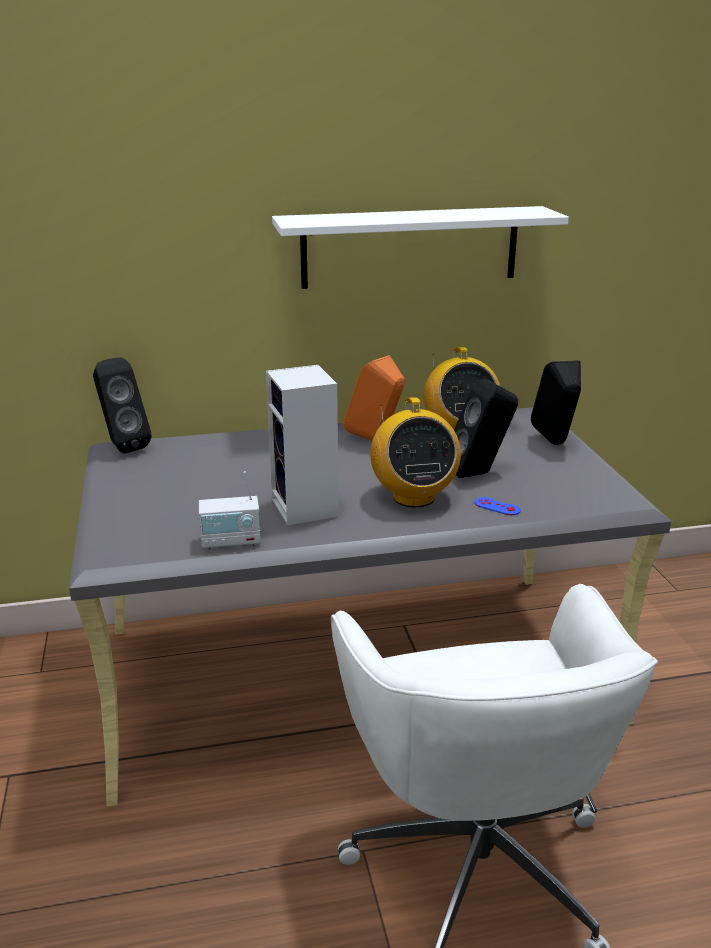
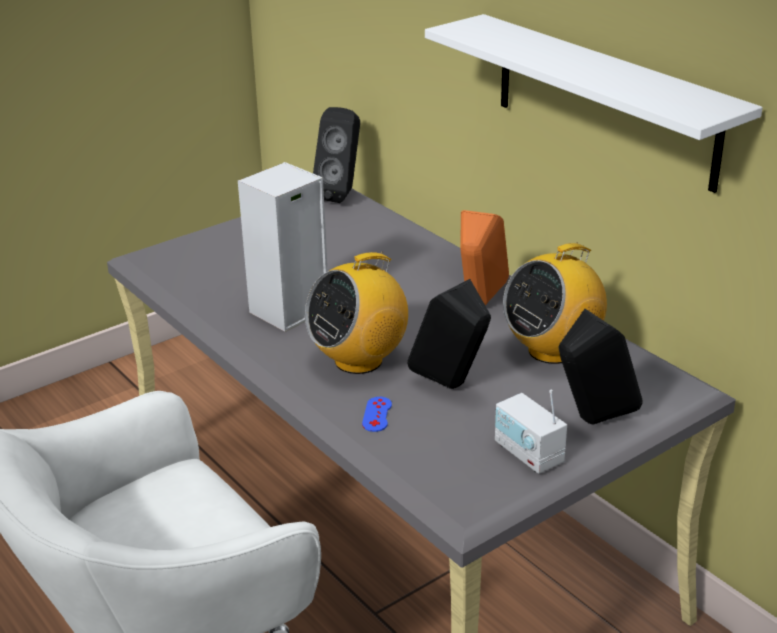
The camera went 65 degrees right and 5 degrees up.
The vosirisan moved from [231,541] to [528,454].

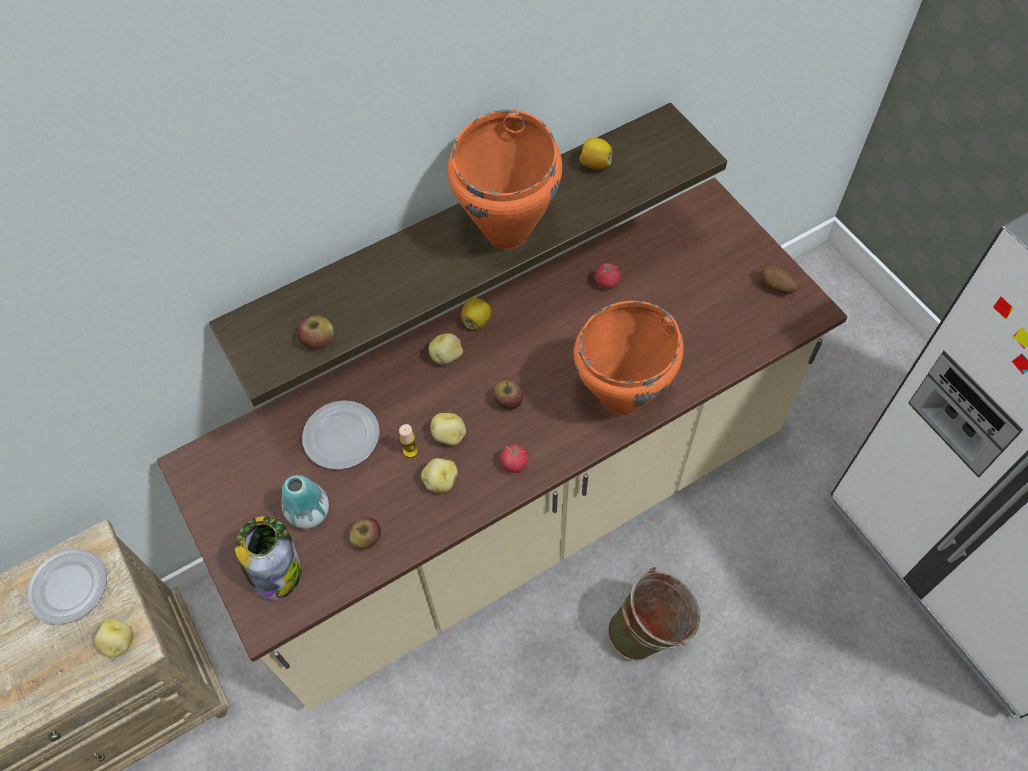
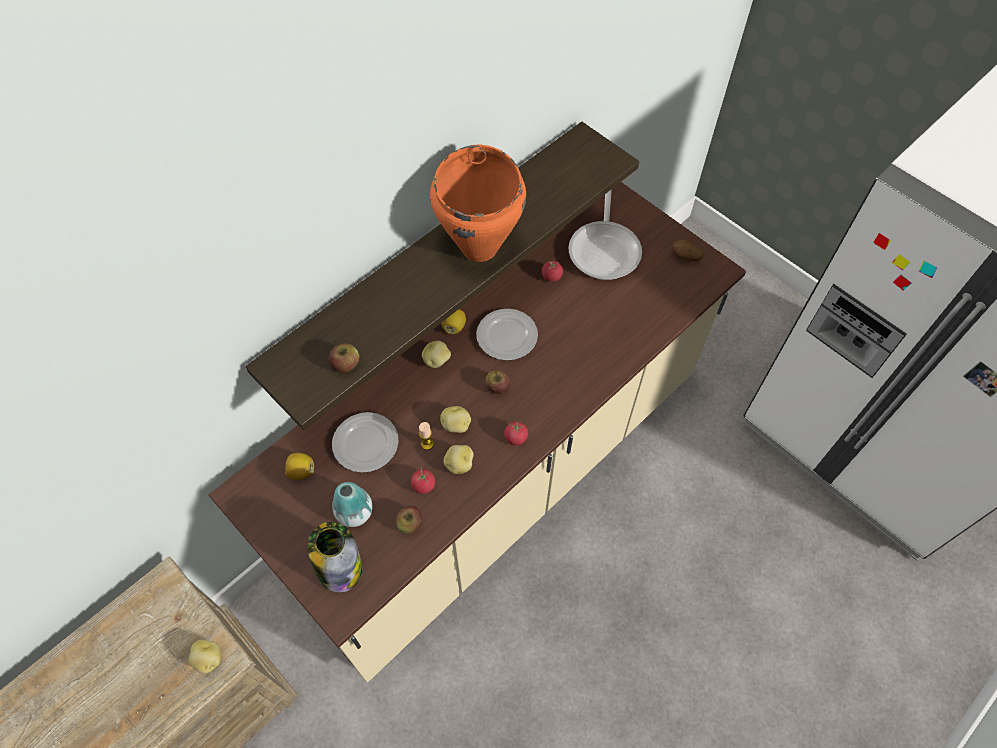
The camera went 15 degrees left and 0 degrees up.
The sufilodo moved from [595,164] to [301,471].
The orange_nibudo at [622,398] disappeared.
The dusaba moved from [69,588] to [507,337].
The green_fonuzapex at [650,633] disappeared.
The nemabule at [605,249] appeared.
The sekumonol at [423,485] appeared.

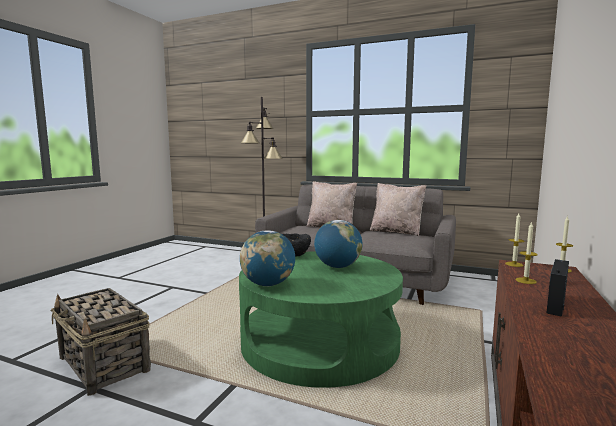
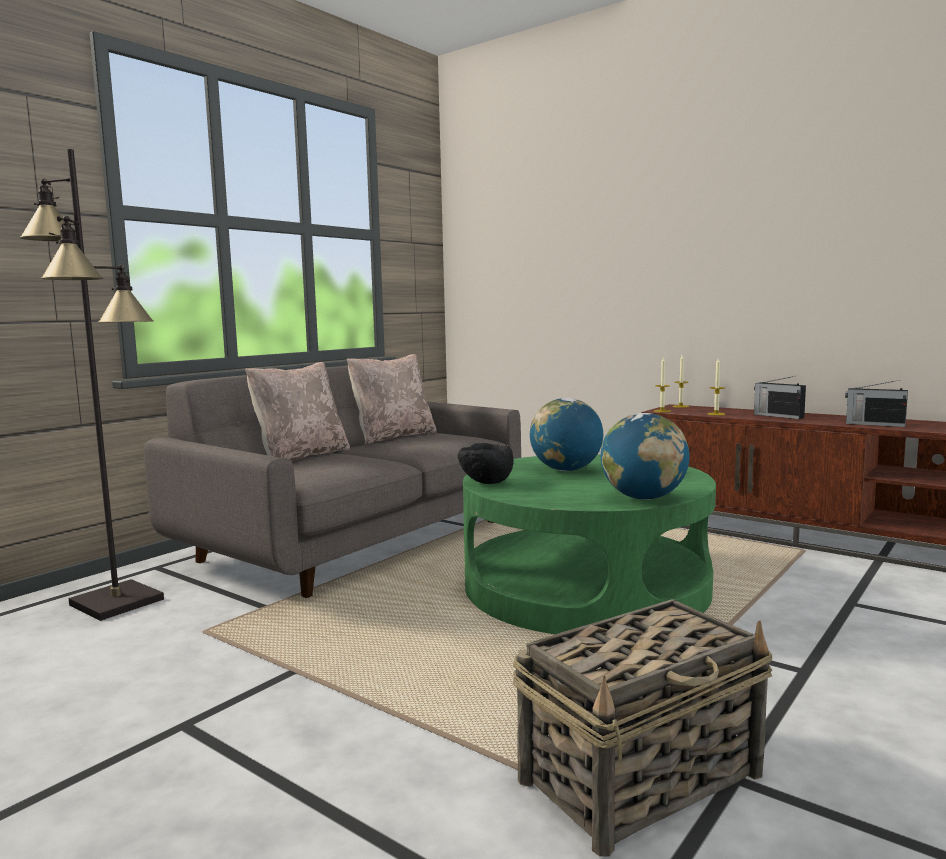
The camera went 75 degrees left and 0 degrees up.
The vosirisan at [874,424] appeared.

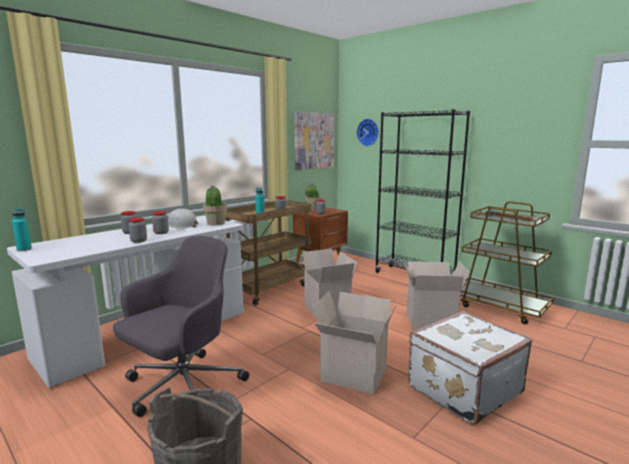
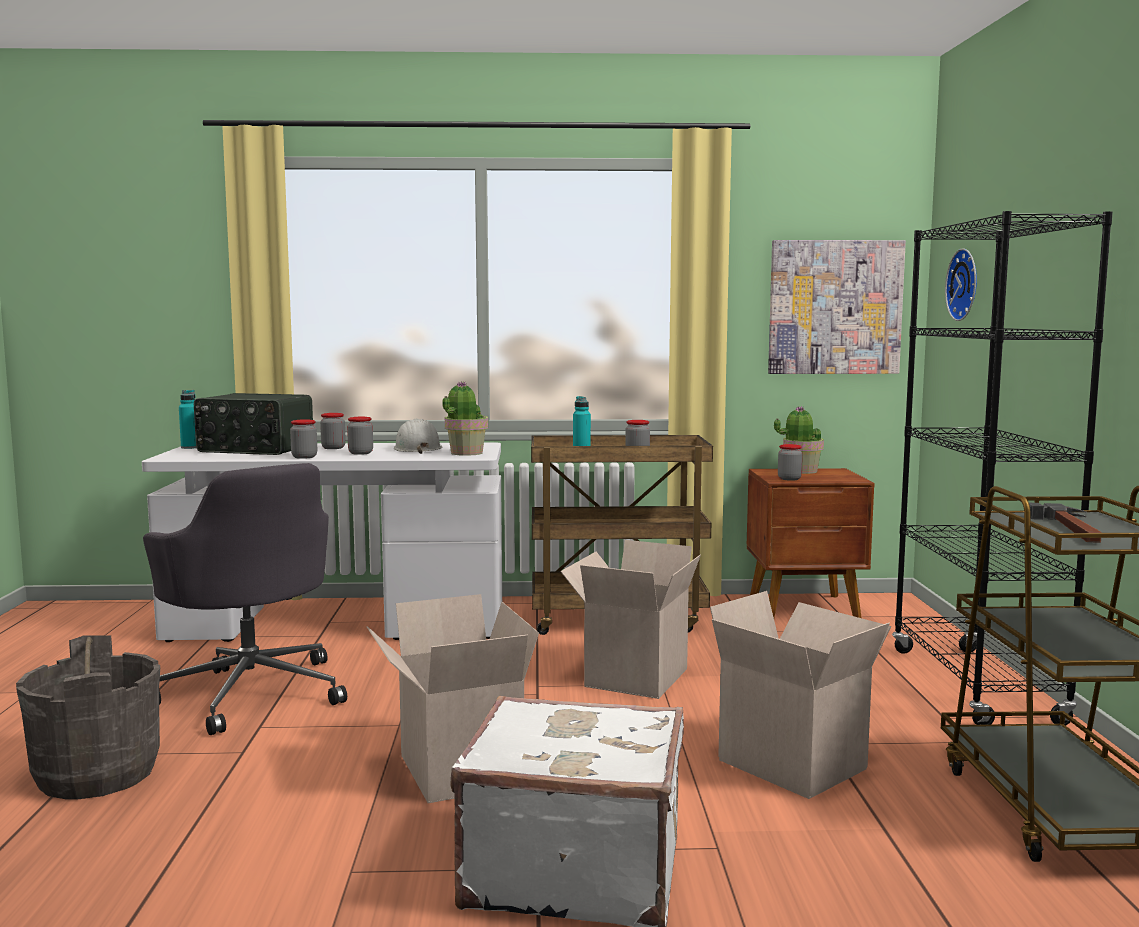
The camera went 45 degrees right and 5 degrees down.
The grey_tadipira at [182,388] turned 60 degrees clockwise.
The vosirisan at [255,449] appeared.

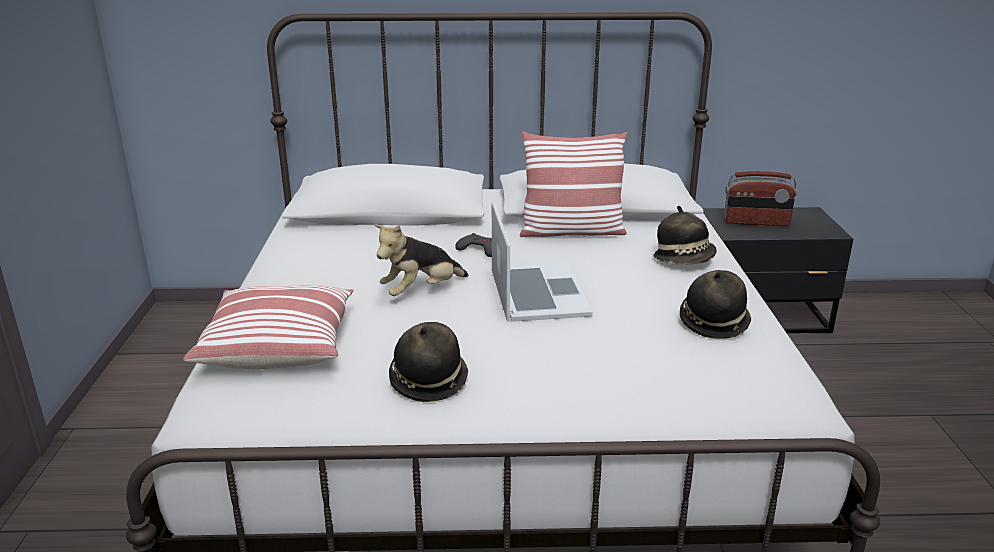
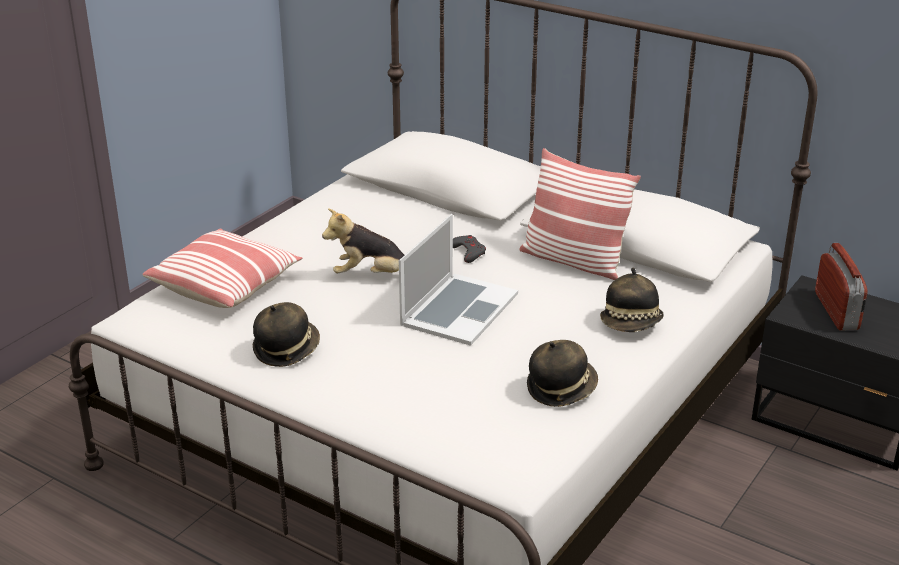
The camera went 35 degrees right and 5 degrees up.
The vosirisan at [756,222] turned 135 degrees counterclockwise.

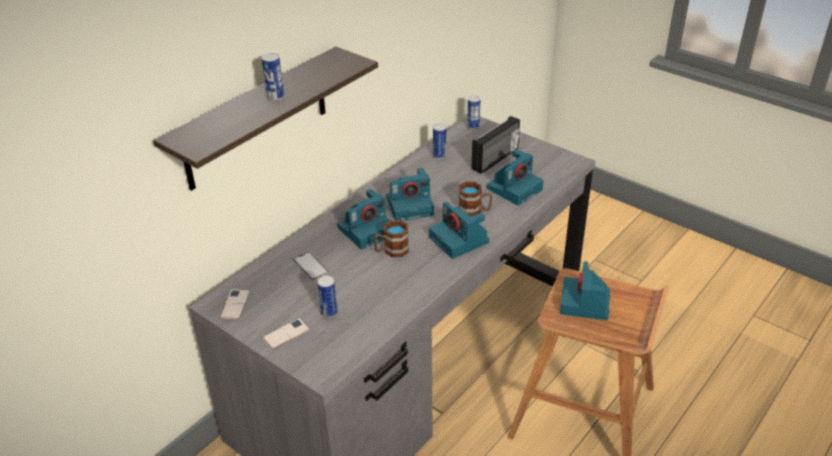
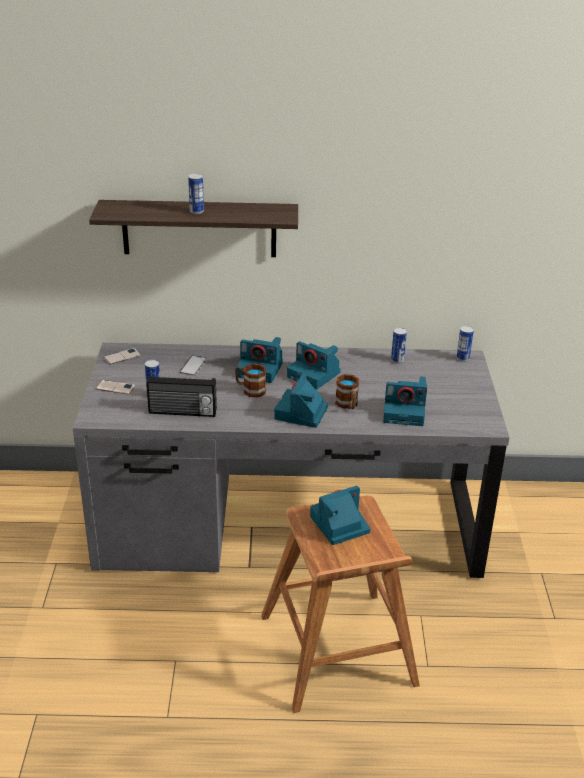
The camera went 50 degrees right and 5 degrees down.
The vosirisan moved from [496,159] to [182,412].

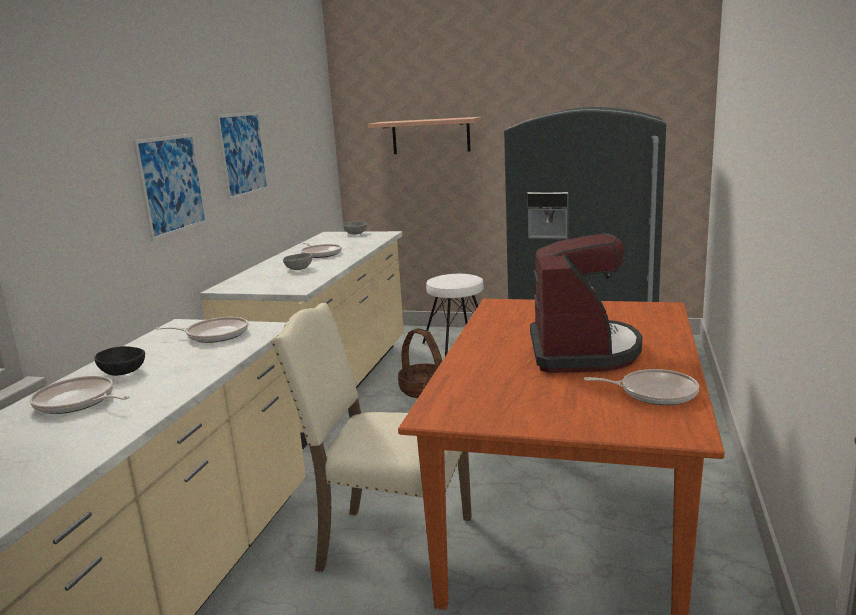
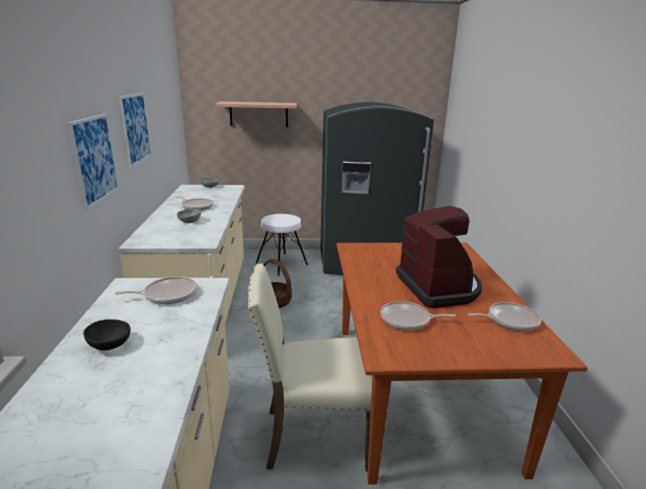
The camera went 20 degrees left and 5 degrees up.
The nemabule moved from [77,402] to [408,320].

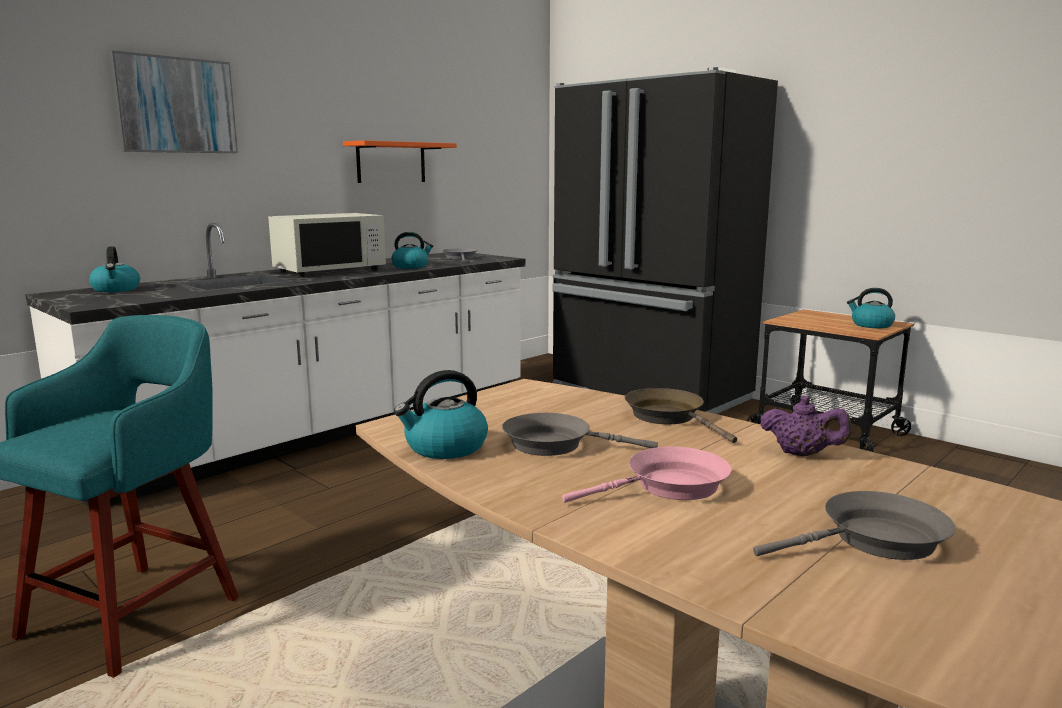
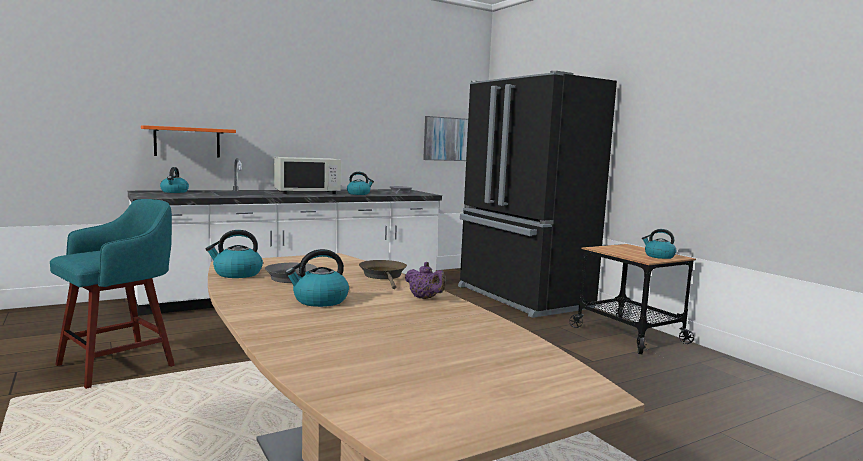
The camera went 15 degrees right and 5 degrees down.
The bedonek moved from [176,105] to [447,139].
The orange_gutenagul moved from [391,162] to [187,142].
The pink_nemabule at [669,487] was replaced by the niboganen at [319,301].
The grey_nemabule at [875,541] disappeared.

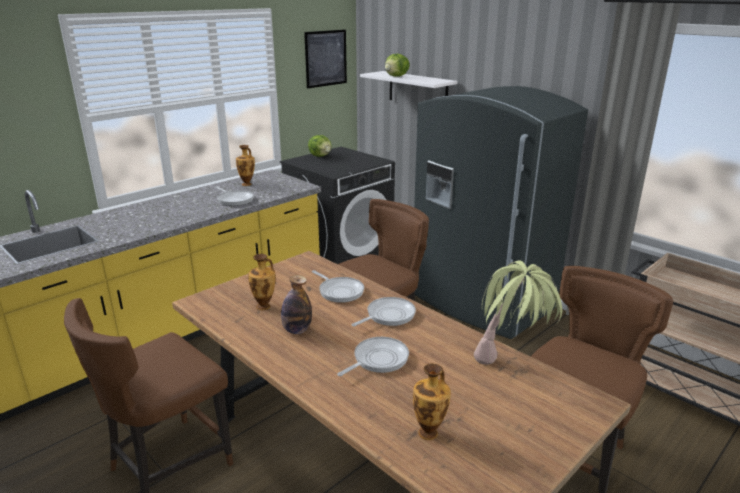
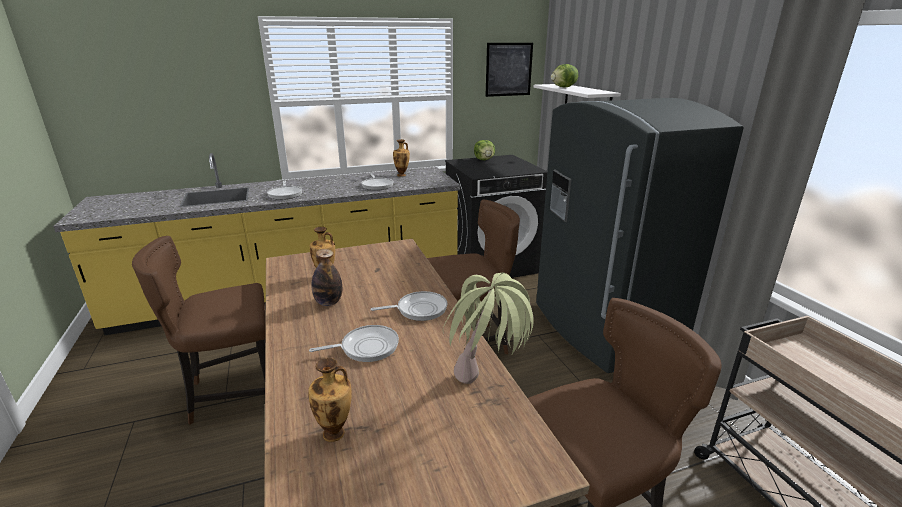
The camera went 25 degrees right and 0 degrees up.
The nemabule moved from [339,291] to [285,194].

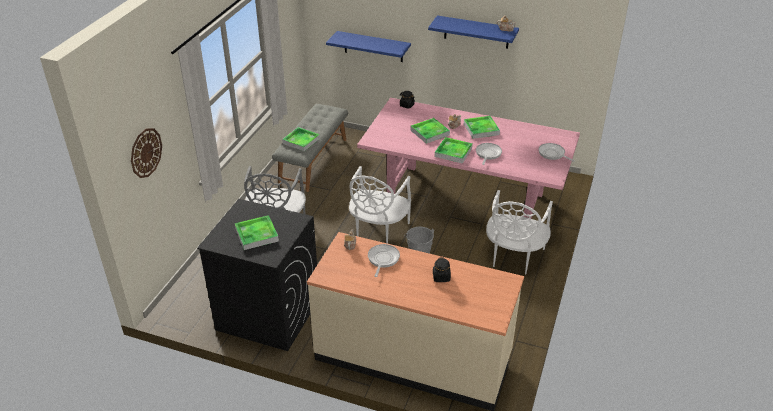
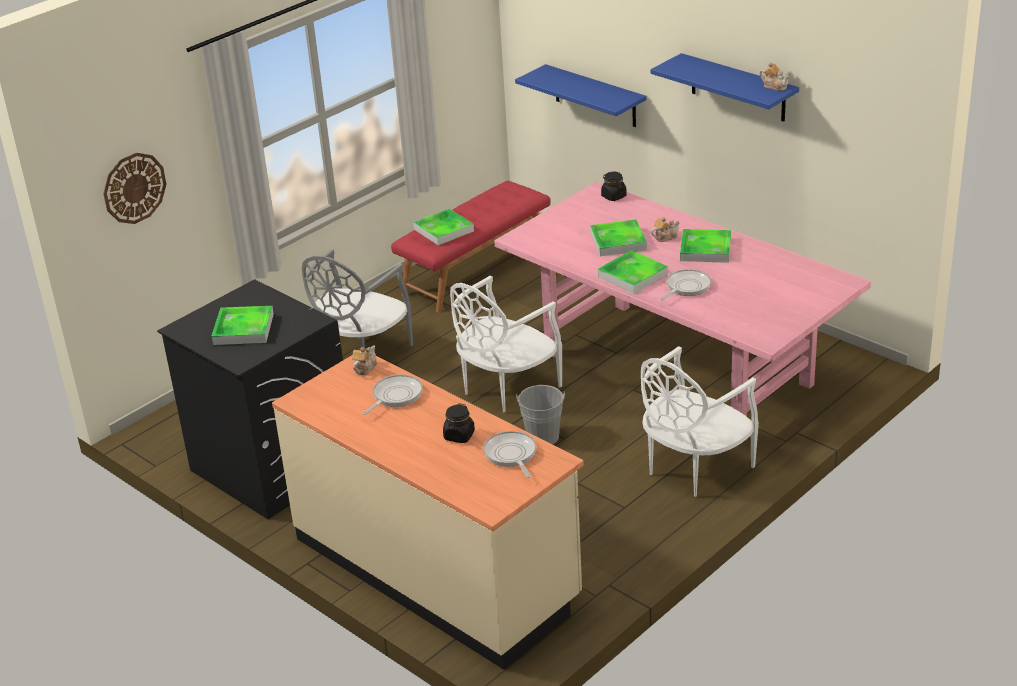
The camera went 25 degrees right and 5 degrees down.
The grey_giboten at [313,161] became the red_giboten at [475,270].
The nemabule moved from [552,154] to [511,455].

